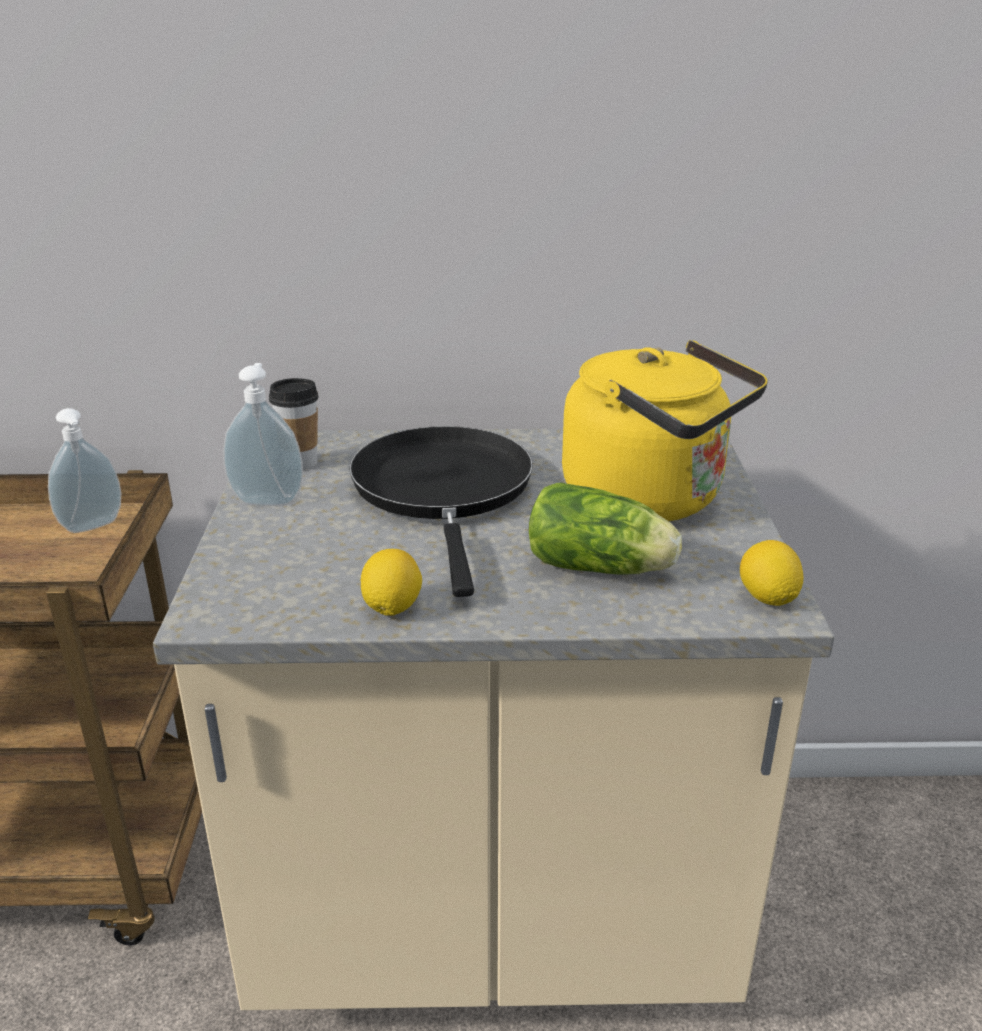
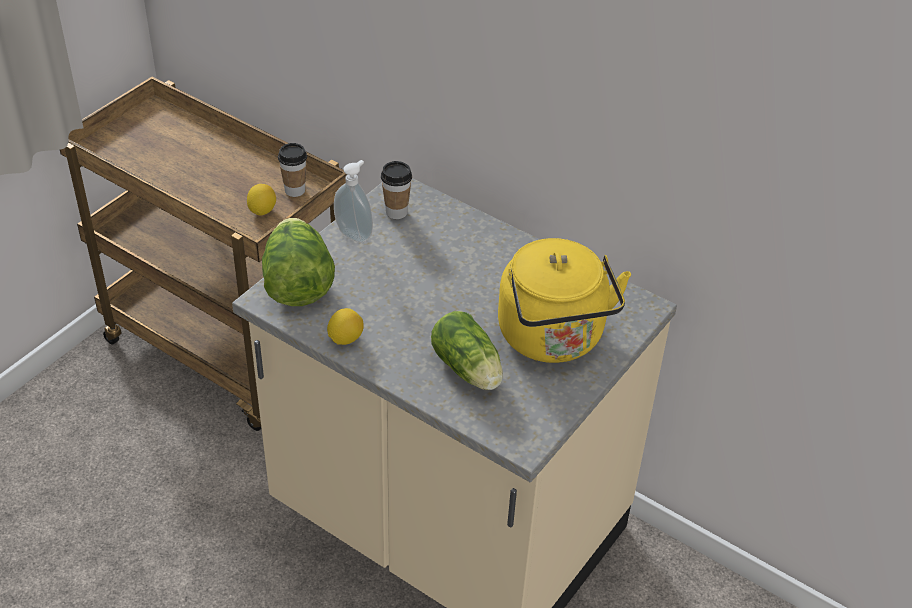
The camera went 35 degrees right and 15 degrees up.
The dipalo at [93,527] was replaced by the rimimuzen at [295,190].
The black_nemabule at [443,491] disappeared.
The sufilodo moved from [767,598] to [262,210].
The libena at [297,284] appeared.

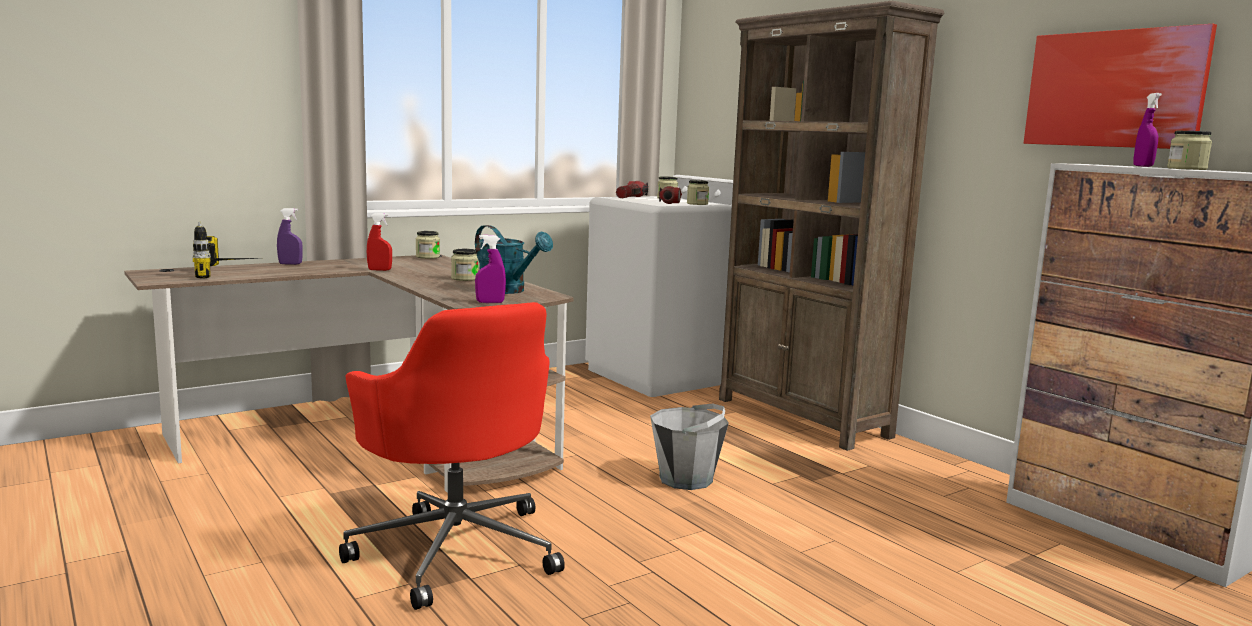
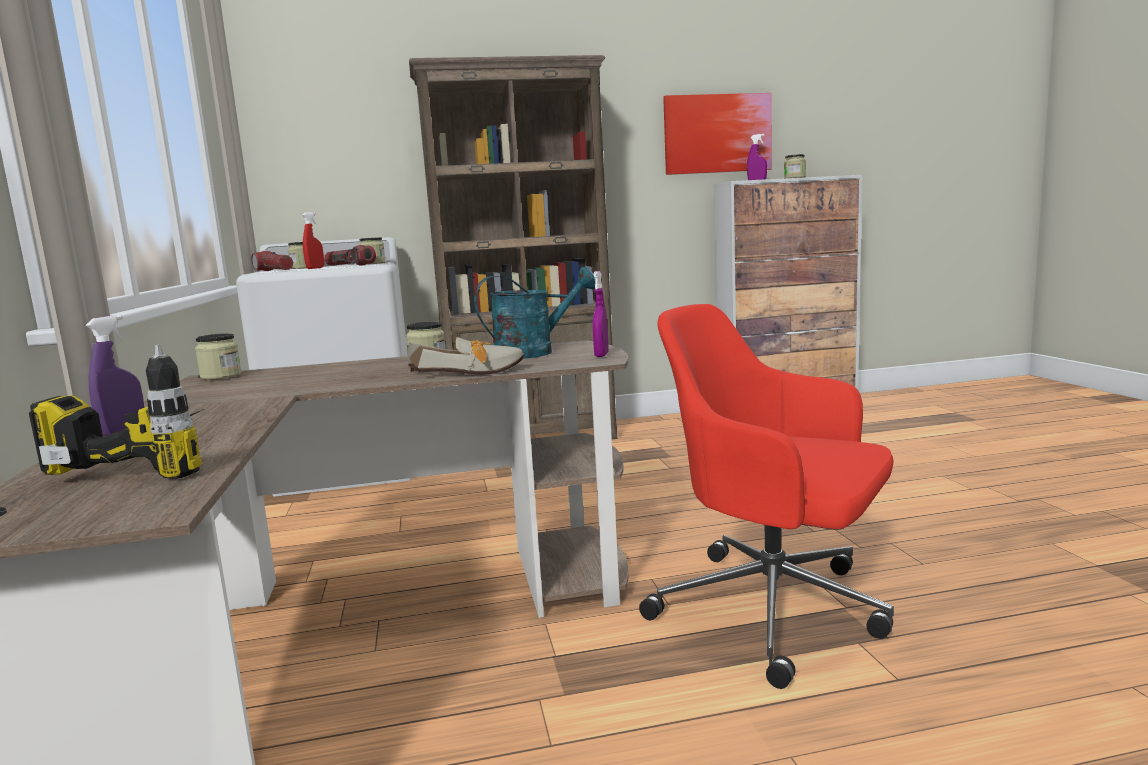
The camera went 65 degrees left and 0 degrees up.
The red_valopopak moved from [379,270] to [315,268].
The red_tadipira at [456,549] turned 135 degrees counterclockwise.
The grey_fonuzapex at [686,479] disappeared.
The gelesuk at [474,372] appeared.

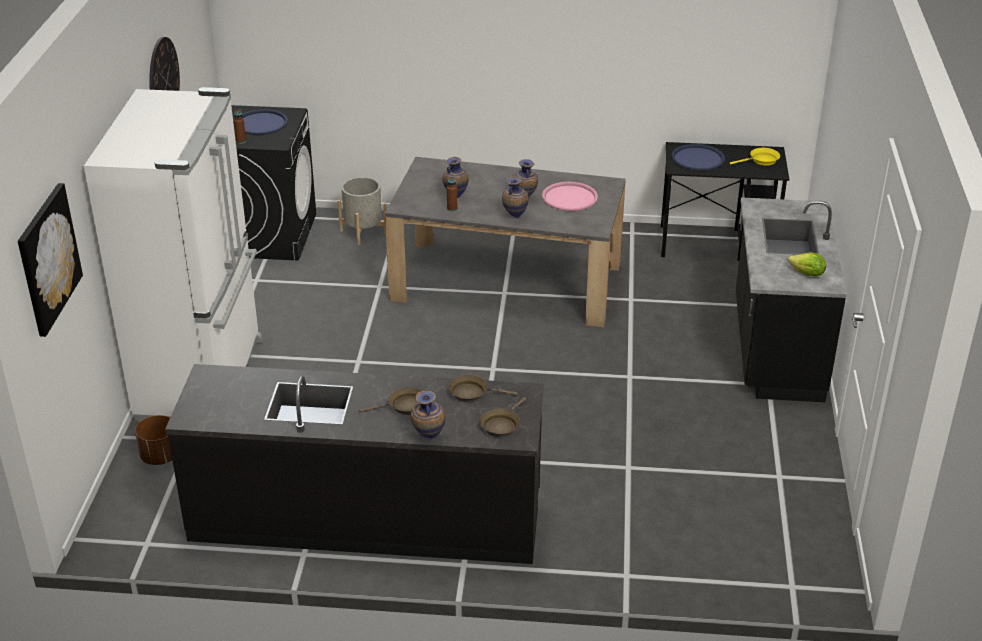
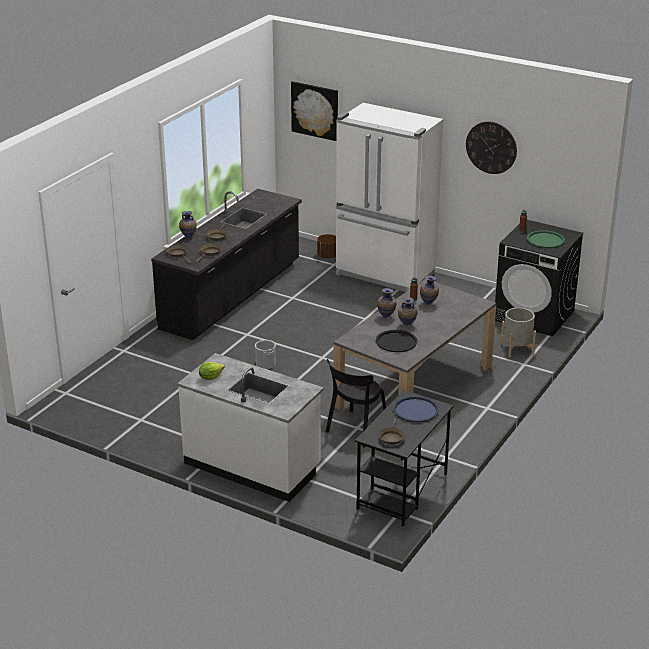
The camera went 115 degrees right and 5 degrees down.
The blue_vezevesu at [261,123] became the green_vezevesu at [545,240].
The yellow_nemabule at [761,160] became the brown_nemabule at [391,437].
The pink_vezevesu at [569,197] became the black_vezevesu at [396,342].
The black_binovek at [775,349] became the white_binovek at [253,465].
The fonuzapex at [265,365] appeared.
The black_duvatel at [355,430] appeared.

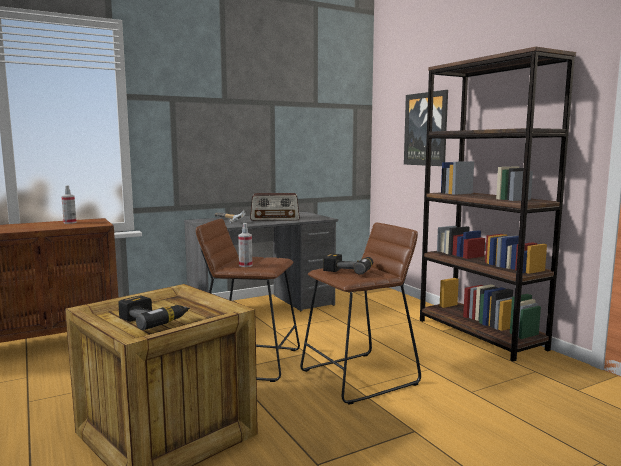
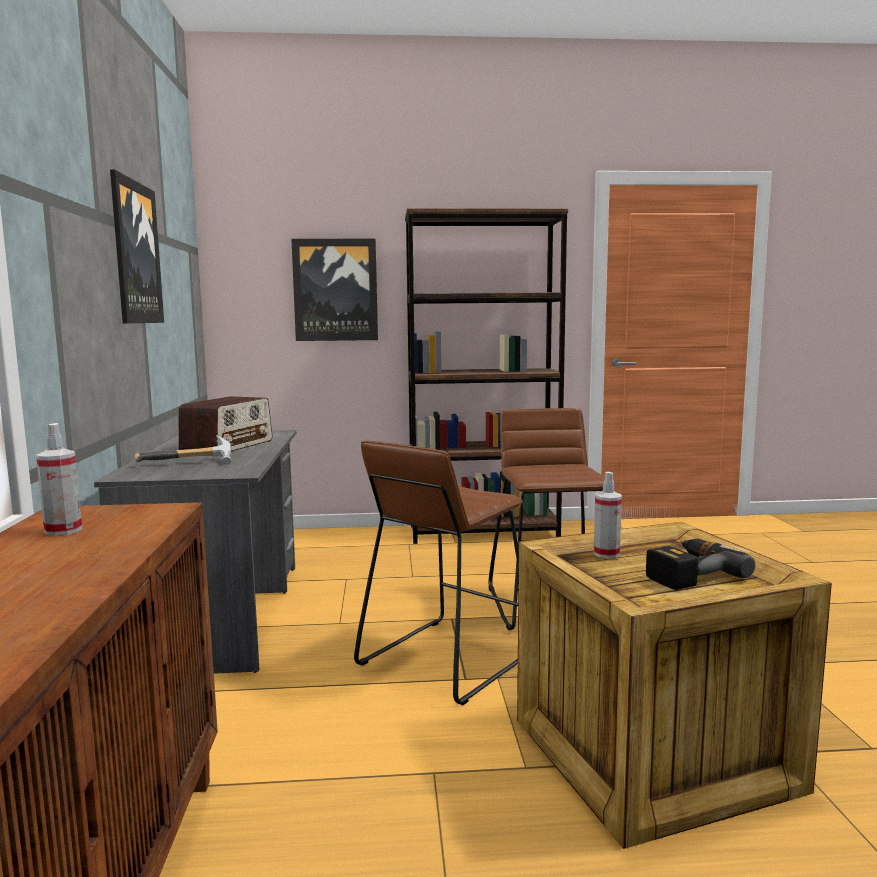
The camera went 65 degrees left and 0 degrees up.
The valopopak moved from [245,265] to [606,554].
The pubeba at [349,270] disappeared.
The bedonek at [135,253] appeared.

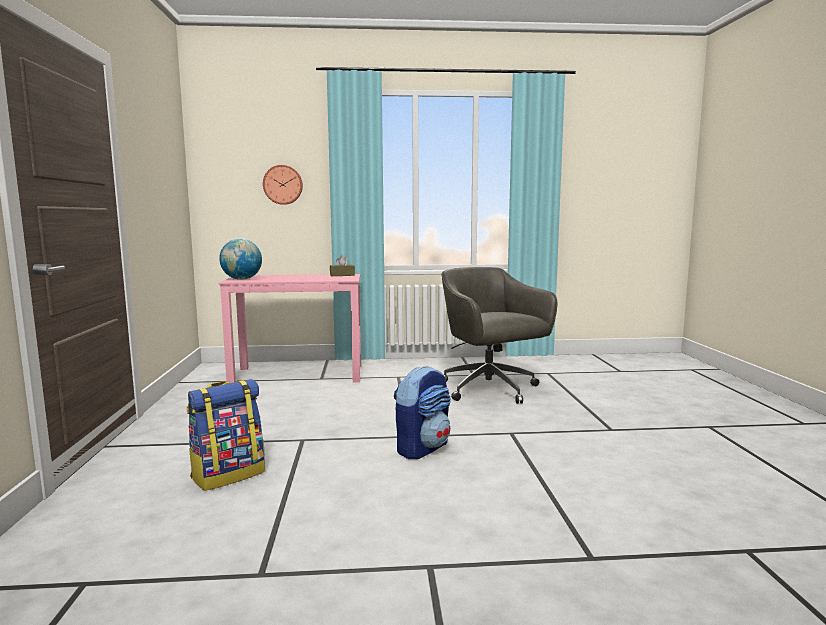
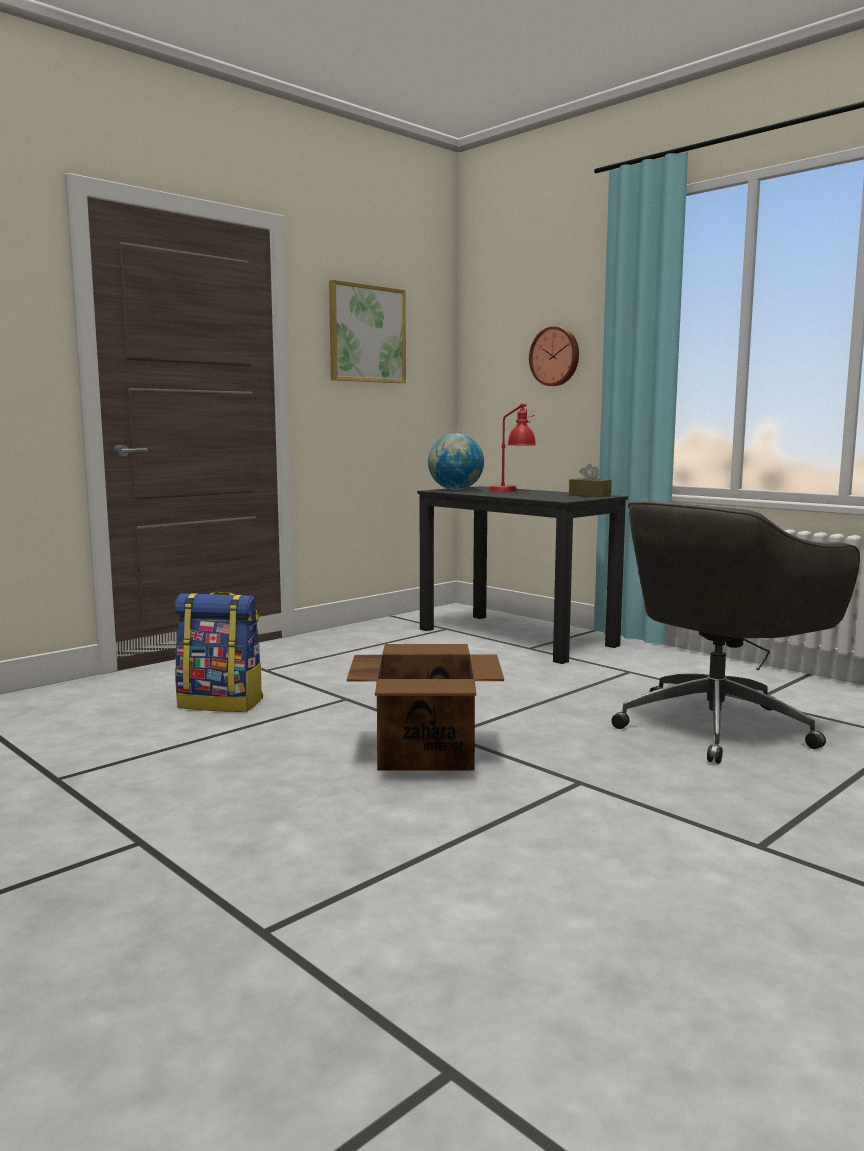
The camera went 50 degrees right and 0 degrees up.
The grey_tadipira at [490,390] turned 150 degrees counterclockwise.
The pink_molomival at [298,374] became the black_molomival at [516,637].
The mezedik at [422,448] was replaced by the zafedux at [426,752].
The bedonek at [366,334] appeared.
The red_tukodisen at [512,491] appeared.

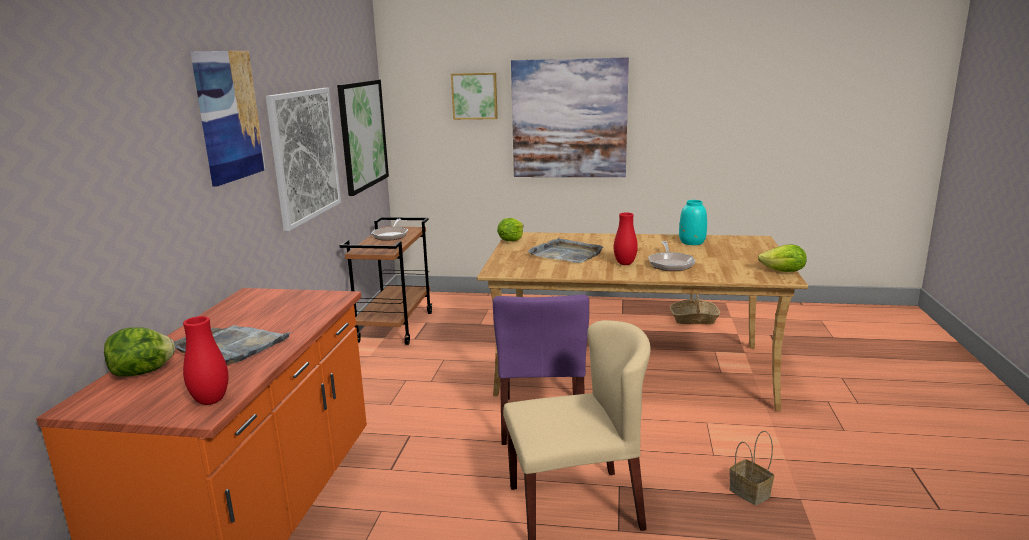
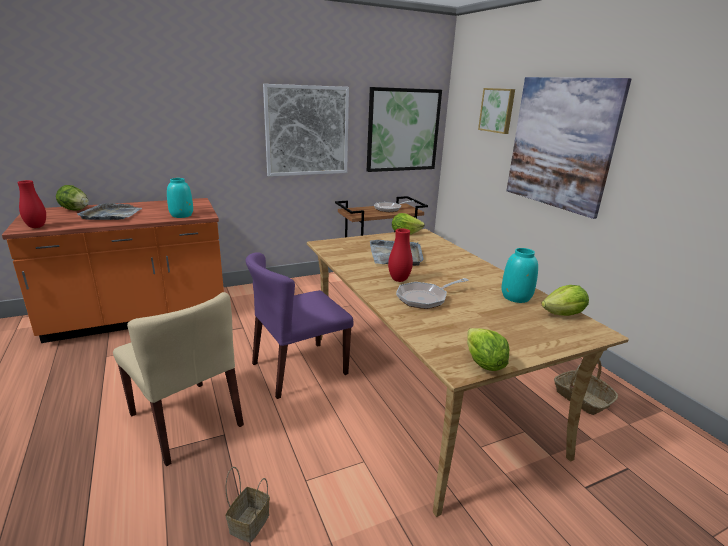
The camera went 55 degrees right and 5 degrees up.
The bedonek at [228,116] disappeared.
The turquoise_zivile at [181,215] appeared.
The libena at [563,314] appeared.

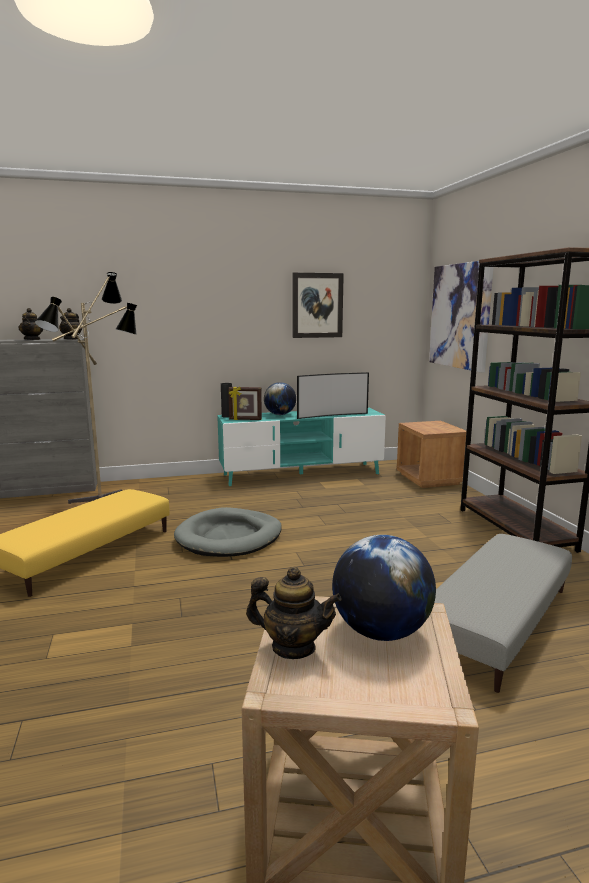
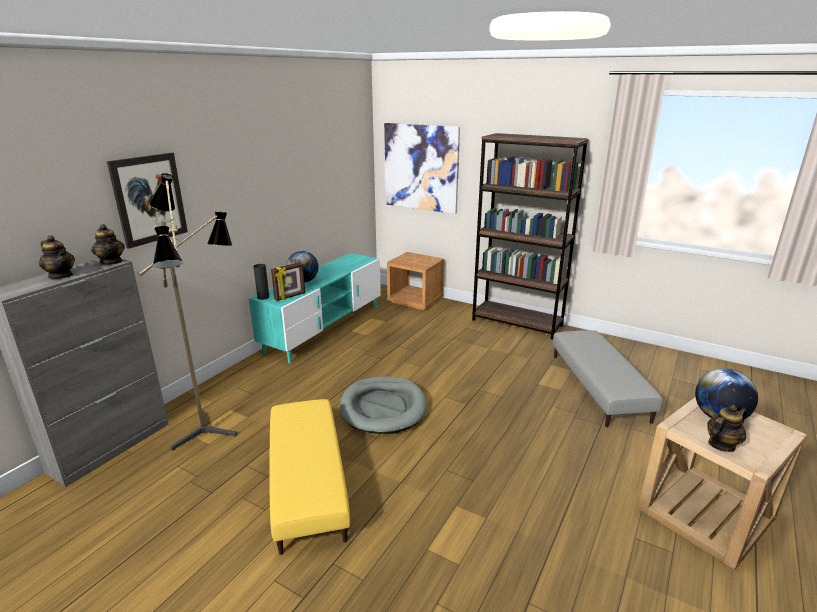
The camera went 45 degrees left and 10 degrees up.
The bedonek moved from [317,305] to [149,199].
The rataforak at [331,415] disappeared.

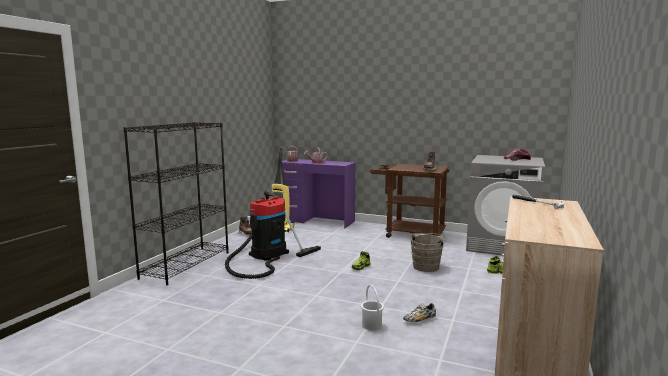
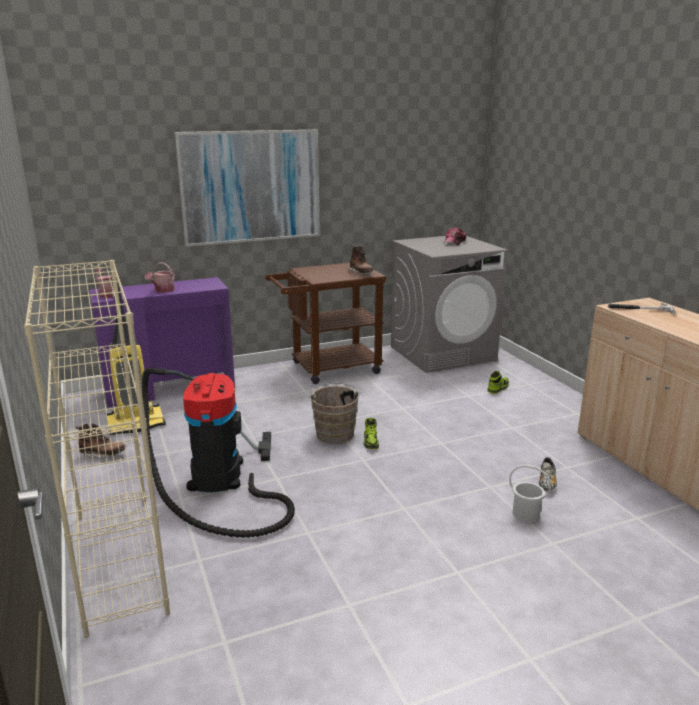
The camera went 45 degrees left and 10 degrees up.
The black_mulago at [186,264] became the beige_mulago at [118,560].
The brown_fonuzapex moved from [427,266] to [335,433].
The bedonek at [250,186] appeared.

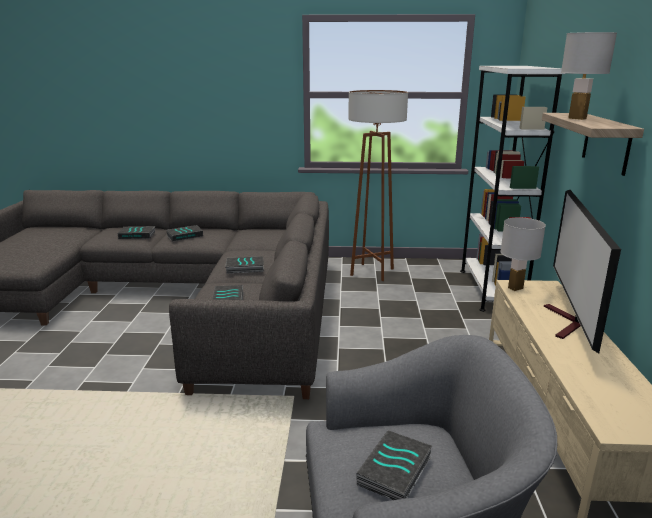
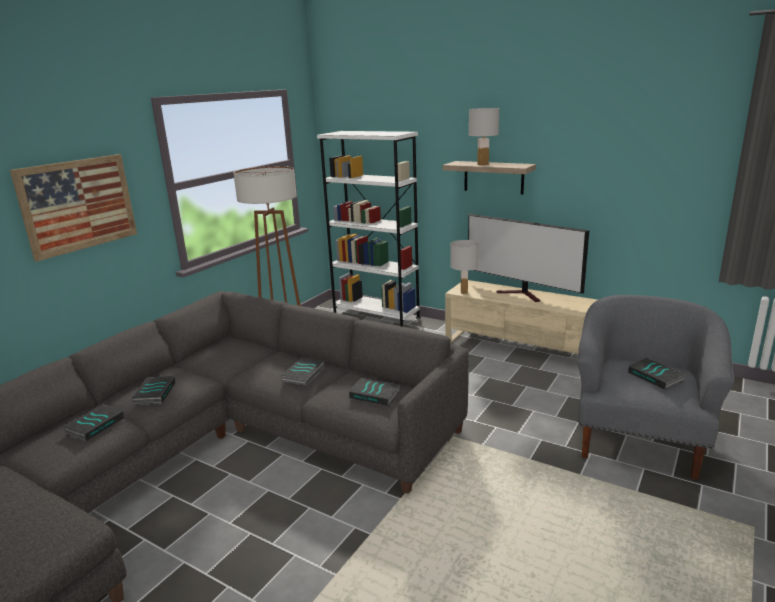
The camera went 60 degrees left and 0 degrees up.
The bedonek at [78,205] appeared.

